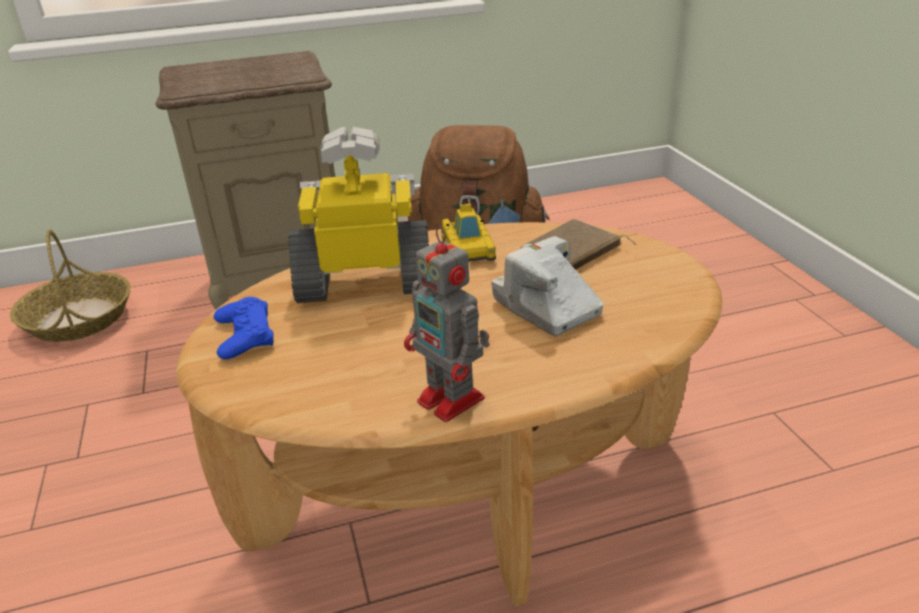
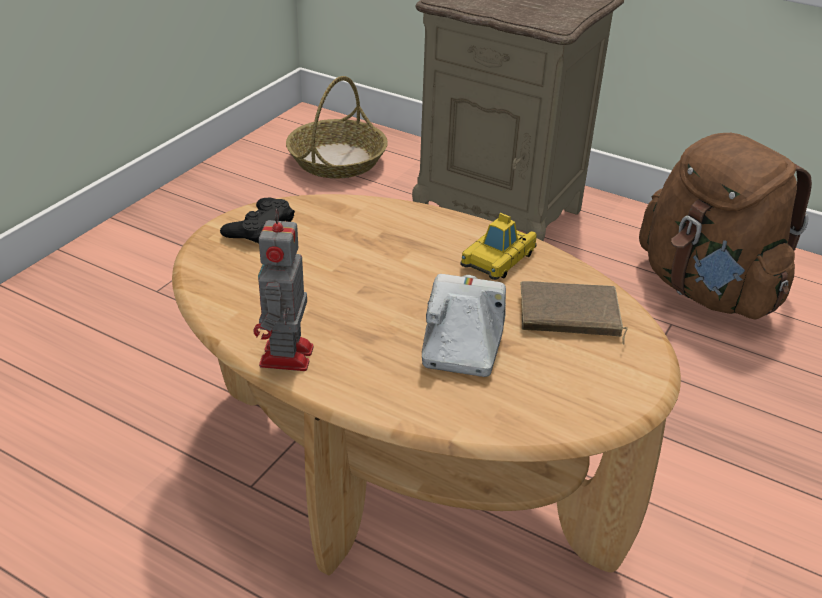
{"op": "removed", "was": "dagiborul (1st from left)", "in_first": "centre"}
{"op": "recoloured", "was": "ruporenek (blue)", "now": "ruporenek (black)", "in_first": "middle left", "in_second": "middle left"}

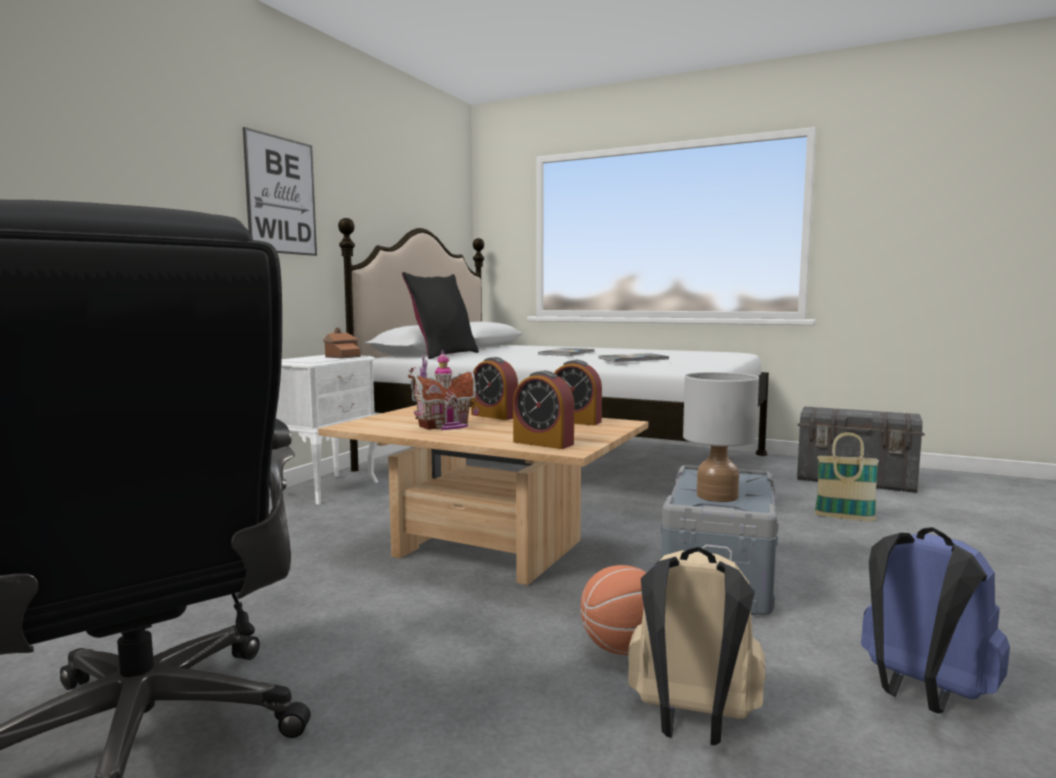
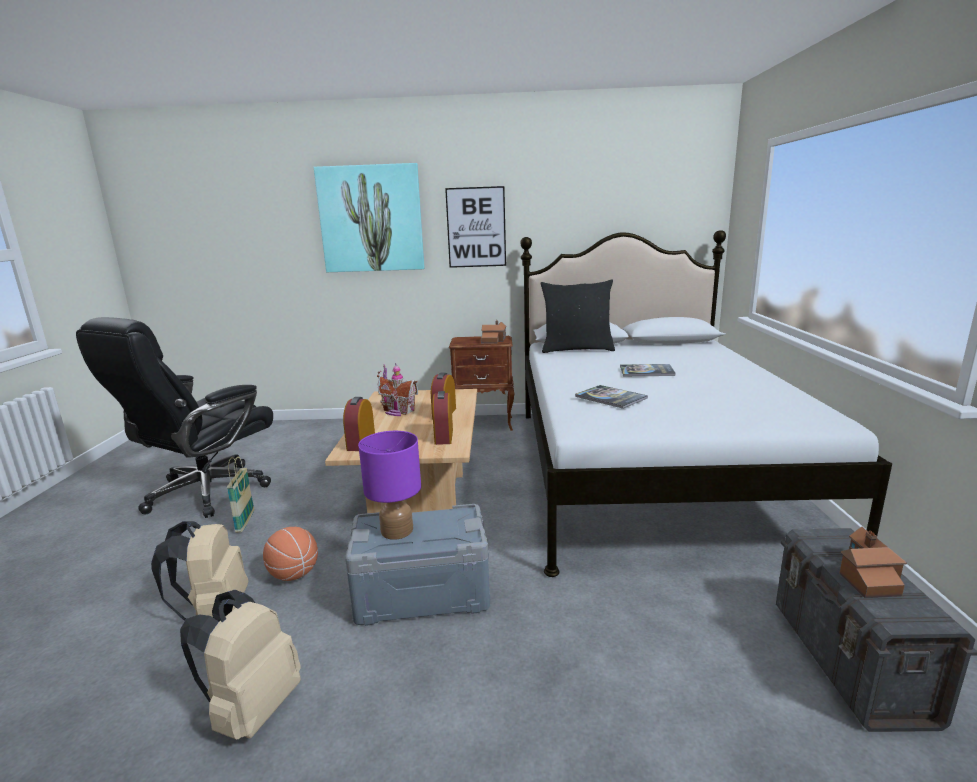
{"op": "recoloured", "was": "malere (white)", "now": "malere (brown)", "in_first": "middle left", "in_second": "centre"}
{"op": "recoloured", "was": "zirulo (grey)", "now": "zirulo (purple)", "in_first": "middle right", "in_second": "centre"}
{"op": "moved", "was": "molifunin", "in_first": "middle right", "in_second": "middle left"}
{"op": "recoloured", "was": "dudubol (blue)", "now": "dudubol (beige) (2nd from left)", "in_first": "bottom right", "in_second": "bottom left"}
{"op": "added", "now": "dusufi (1st from left)", "in_second": "top centre"}
{"op": "added", "now": "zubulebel (3rd from left)", "in_second": "bottom right"}

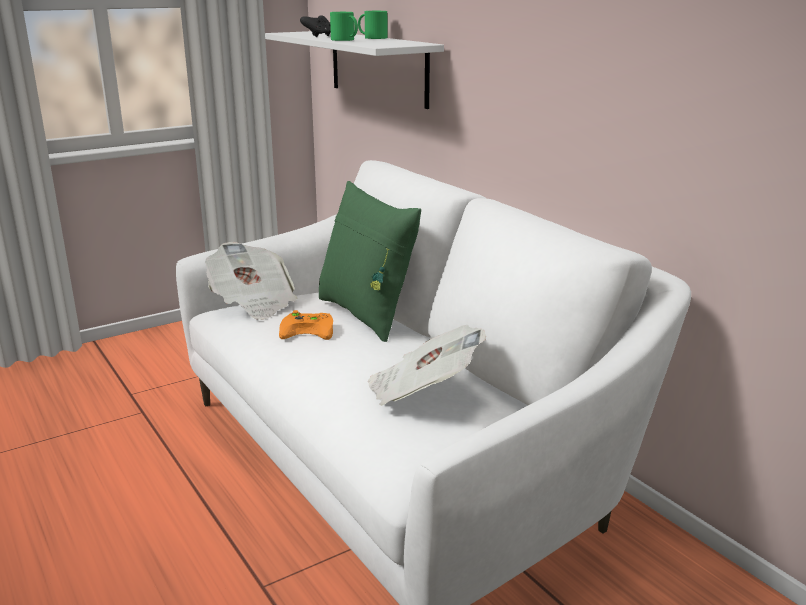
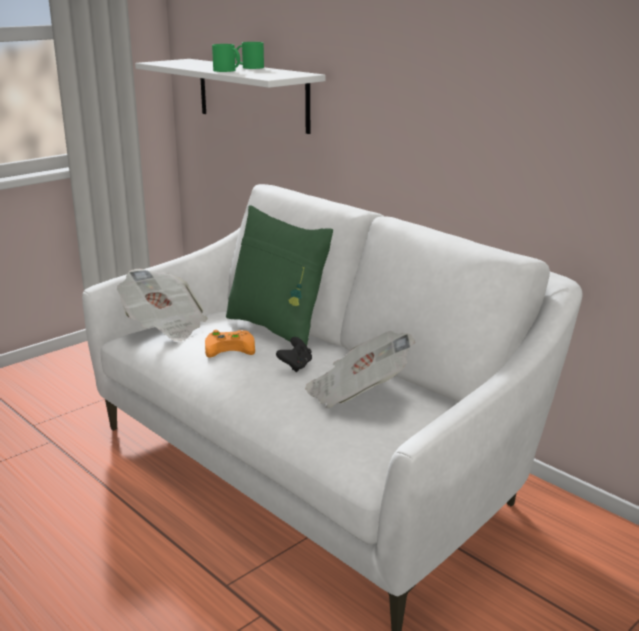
{"op": "moved", "was": "ruporenek (black)", "in_first": "top centre", "in_second": "centre"}

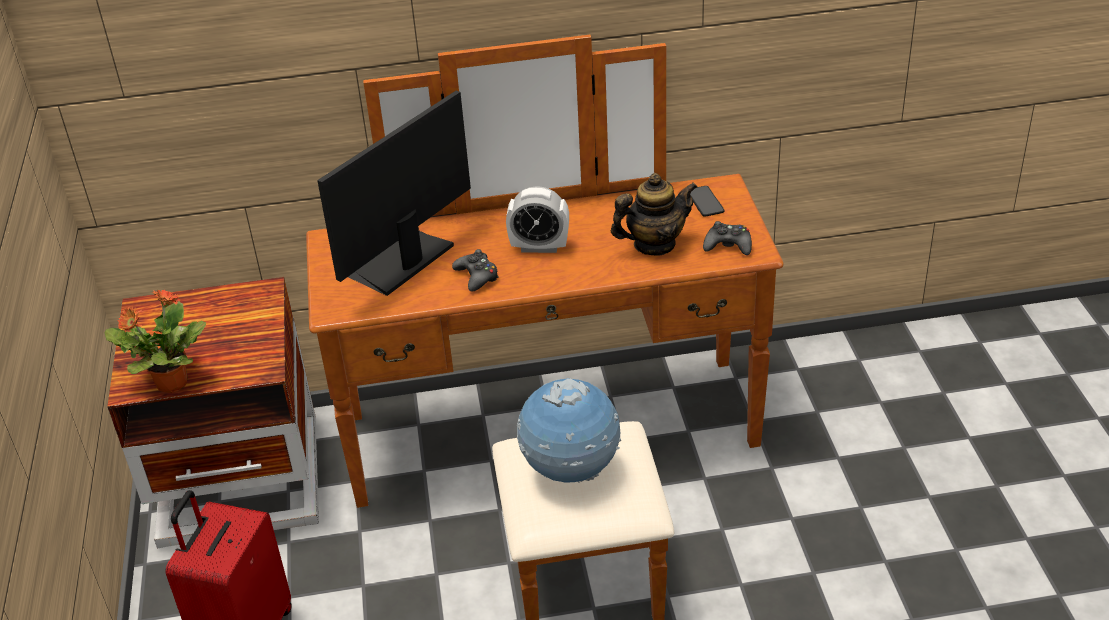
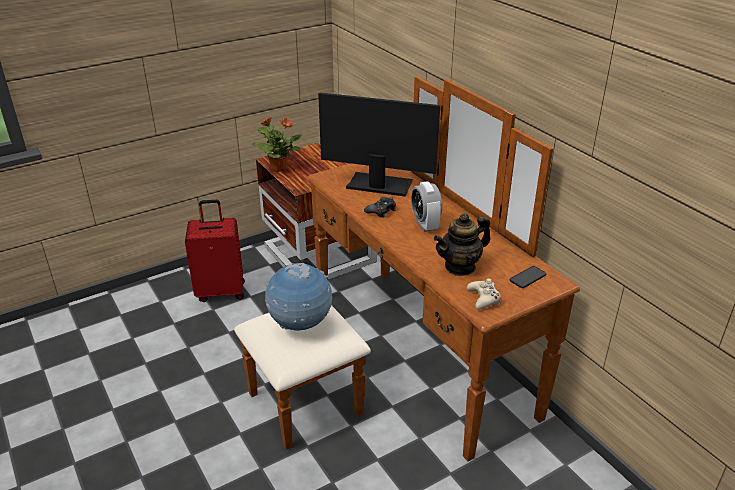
{"op": "turned", "was": "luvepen", "in_first": "centre", "in_second": "centre", "clockwise": 105}
{"op": "recoloured", "was": "ruporenek (black) (2nd from left)", "now": "ruporenek (beige)", "in_first": "centre", "in_second": "centre"}

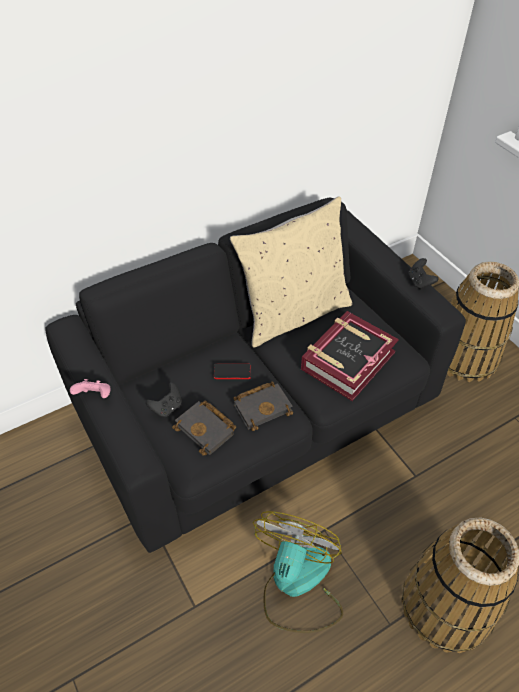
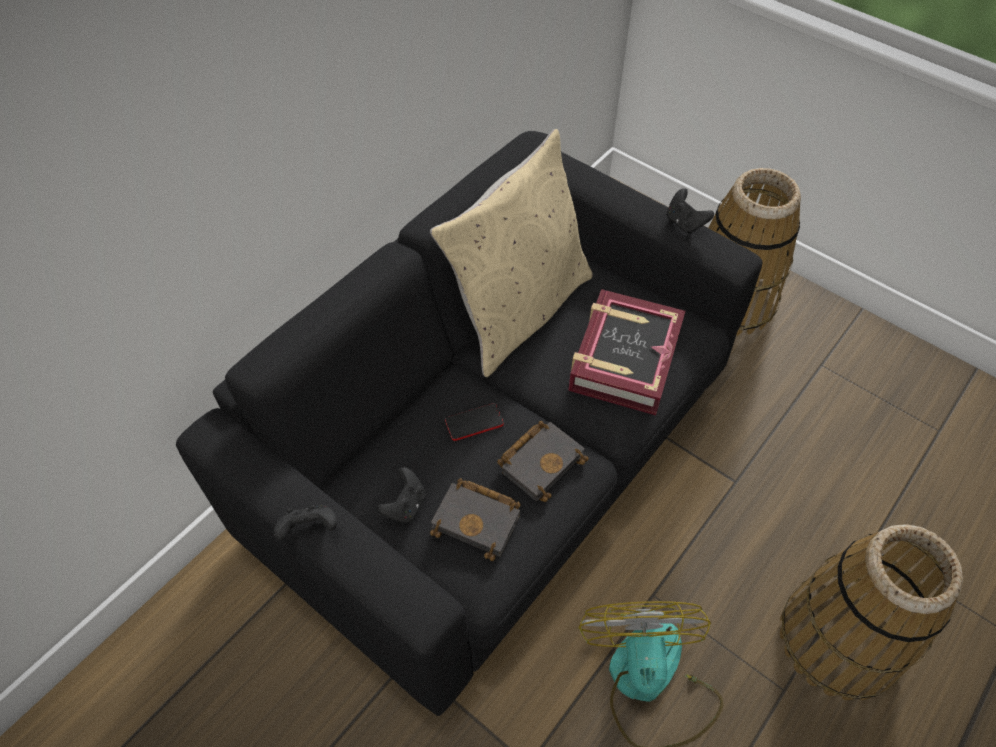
{"op": "recoloured", "was": "ruporenek (pink)", "now": "ruporenek (black) (1st from left)", "in_first": "middle left", "in_second": "bottom left"}

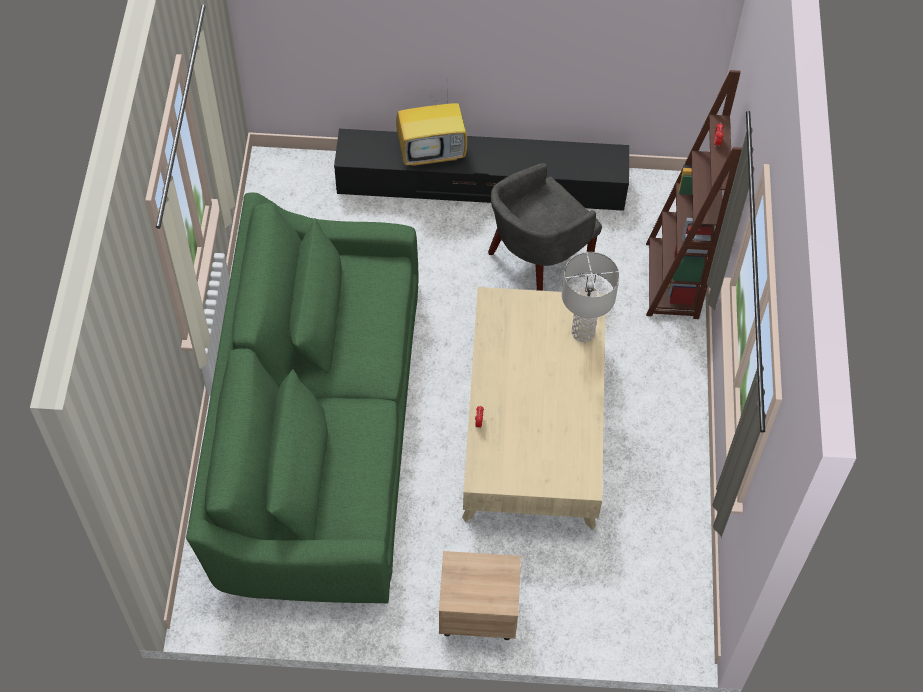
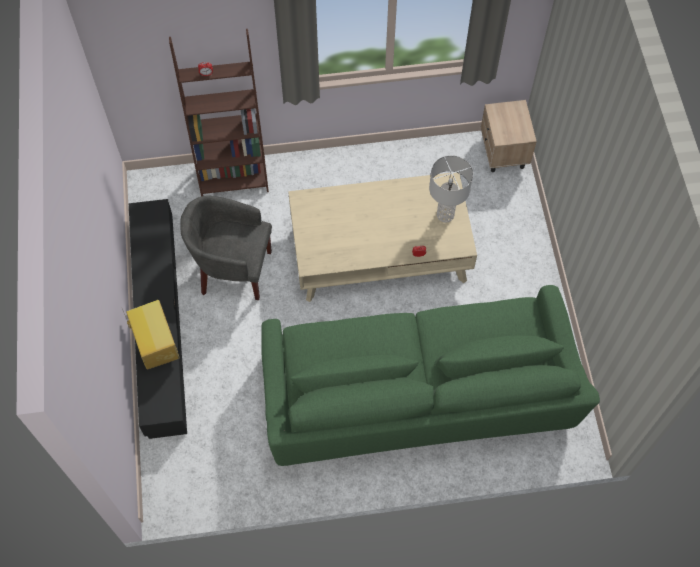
{"op": "turned", "was": "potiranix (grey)", "in_first": "top centre", "in_second": "middle left", "clockwise": 150}
{"op": "moved", "was": "zirulo (white)", "in_first": "centre", "in_second": "top centre"}
{"op": "moved", "was": "malere (beige)", "in_first": "bottom centre", "in_second": "top right"}

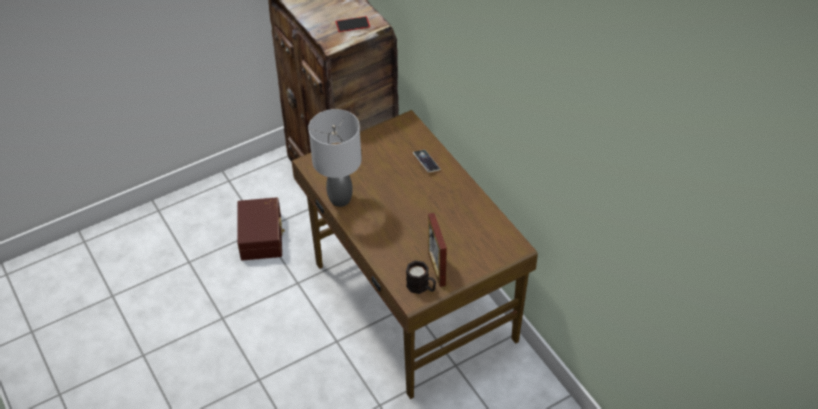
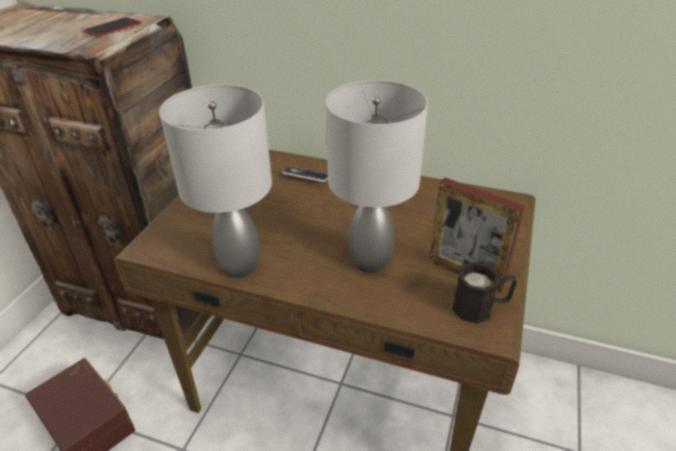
{"op": "added", "now": "zirulo (grey) (2nd from left)", "in_second": "centre"}

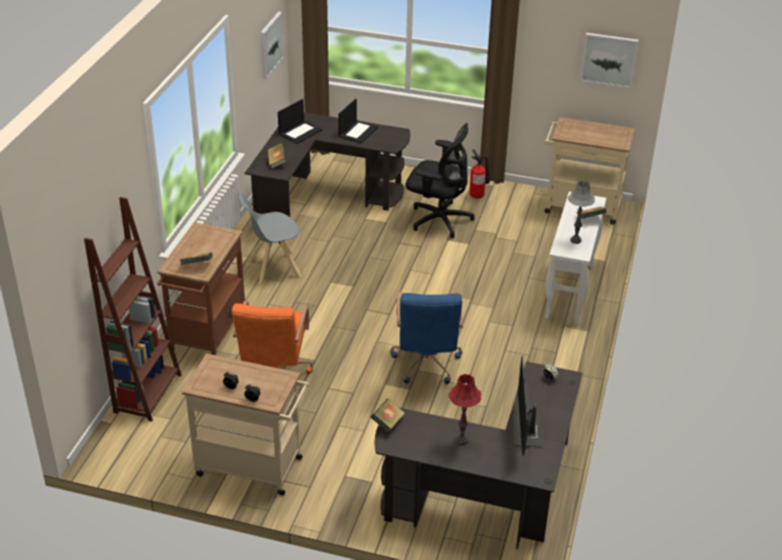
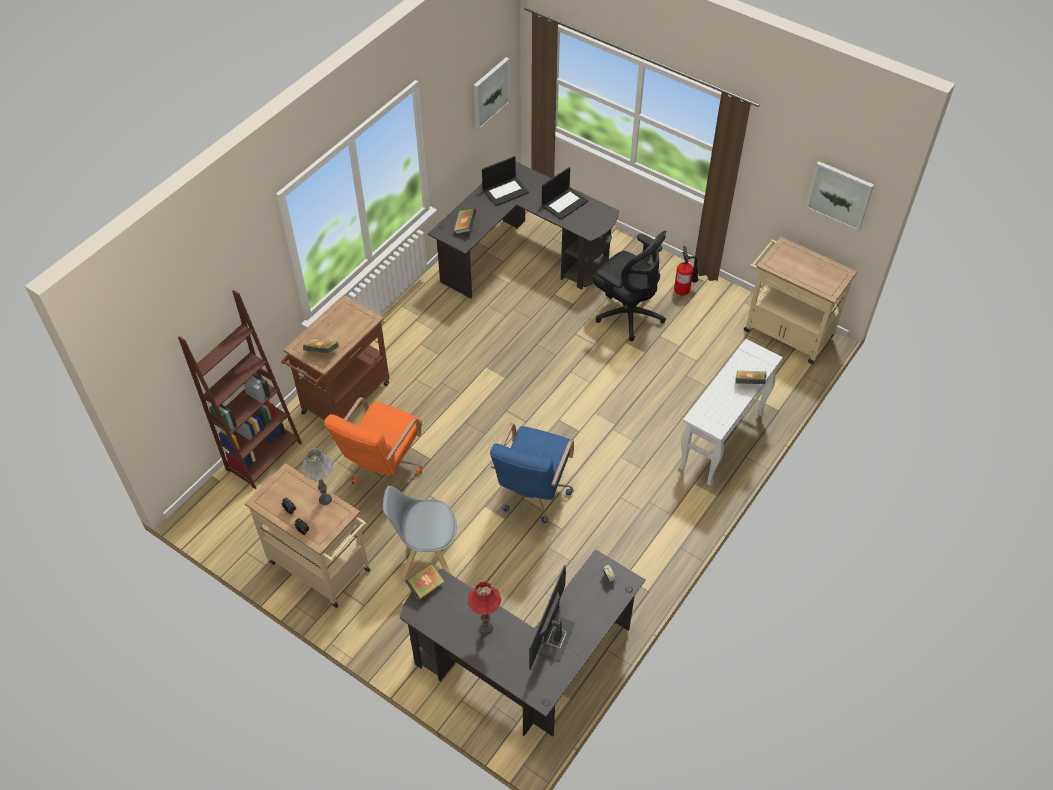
{"op": "moved", "was": "zirulo (grey)", "in_first": "middle right", "in_second": "middle left"}
{"op": "moved", "was": "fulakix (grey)", "in_first": "centre", "in_second": "bottom centre"}

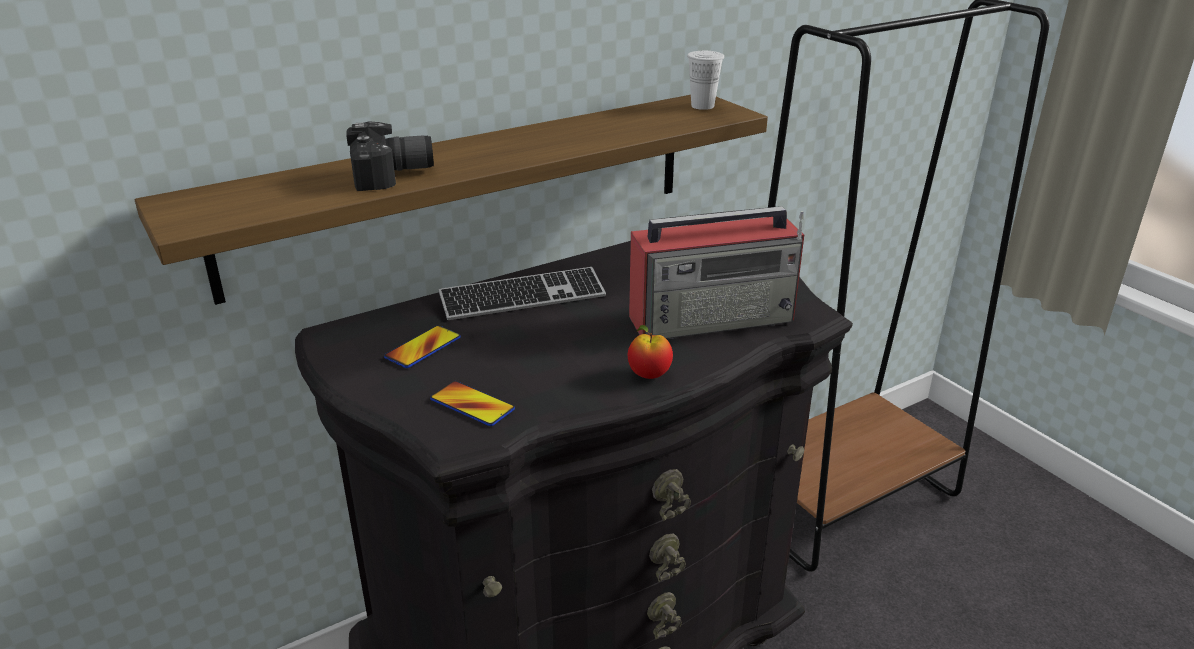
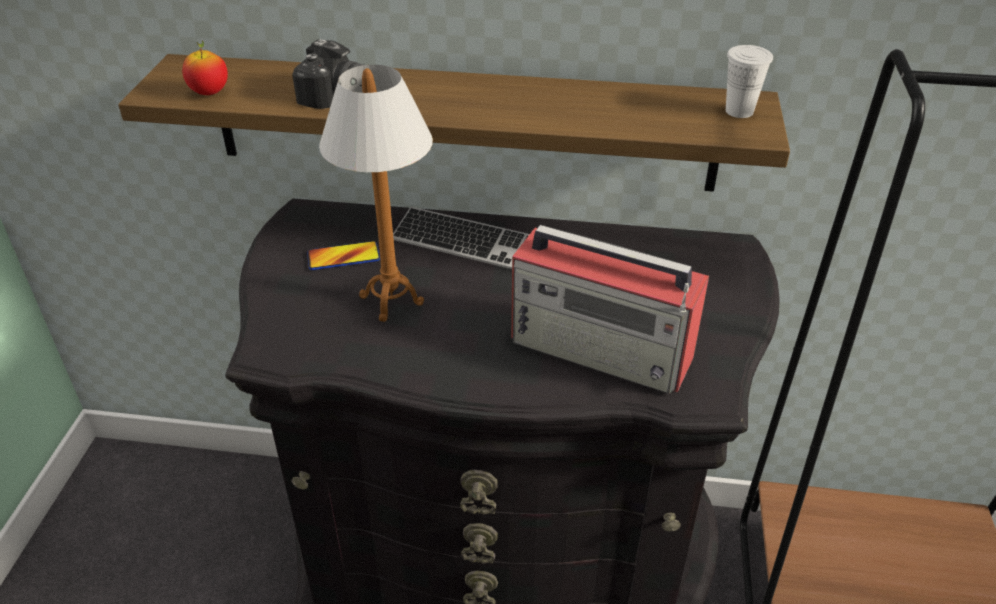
{"op": "moved", "was": "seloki", "in_first": "centre", "in_second": "top left"}
{"op": "removed", "was": "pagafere (2nd from left)", "in_first": "centre"}
{"op": "added", "now": "zirulo", "in_second": "top centre"}

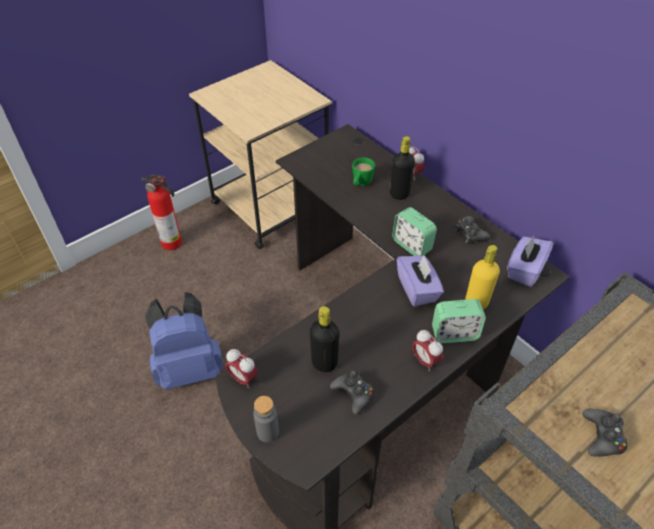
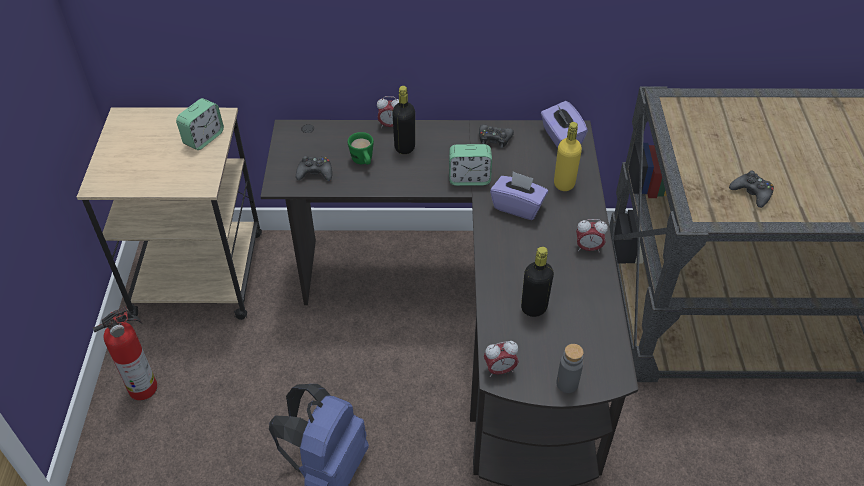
{"op": "moved", "was": "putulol (5th from left in the first image)", "now": "putulol (1st from left)", "in_first": "middle right", "in_second": "top left"}
{"op": "moved", "was": "ruporenek (black) (1st from left)", "in_first": "bottom centre", "in_second": "centre"}

